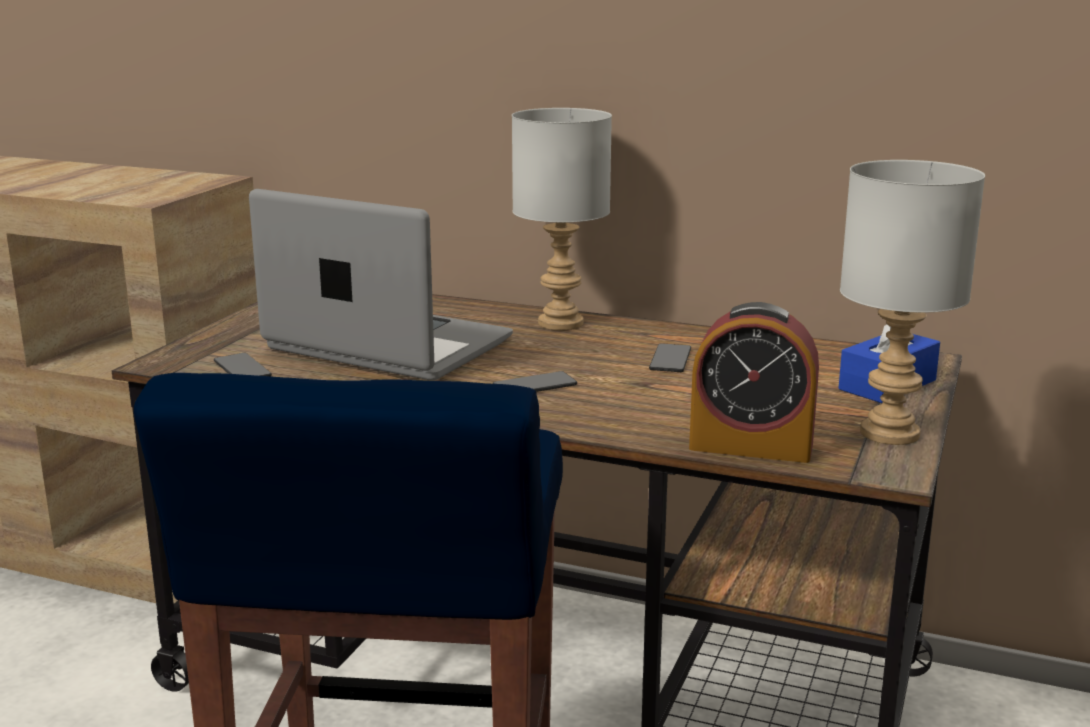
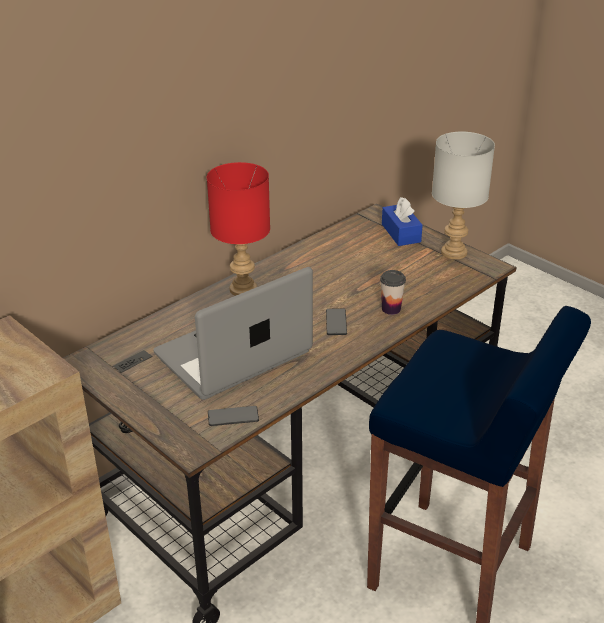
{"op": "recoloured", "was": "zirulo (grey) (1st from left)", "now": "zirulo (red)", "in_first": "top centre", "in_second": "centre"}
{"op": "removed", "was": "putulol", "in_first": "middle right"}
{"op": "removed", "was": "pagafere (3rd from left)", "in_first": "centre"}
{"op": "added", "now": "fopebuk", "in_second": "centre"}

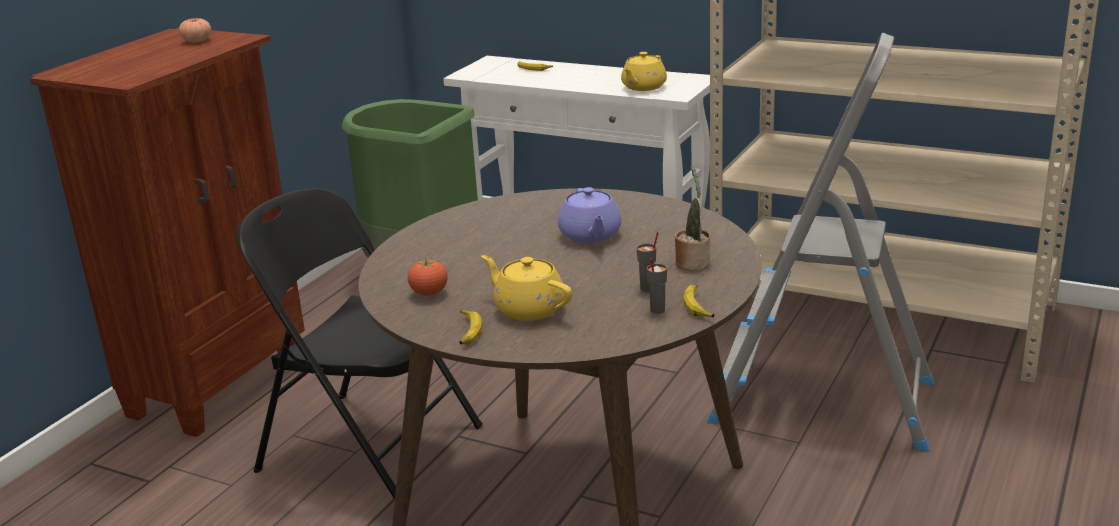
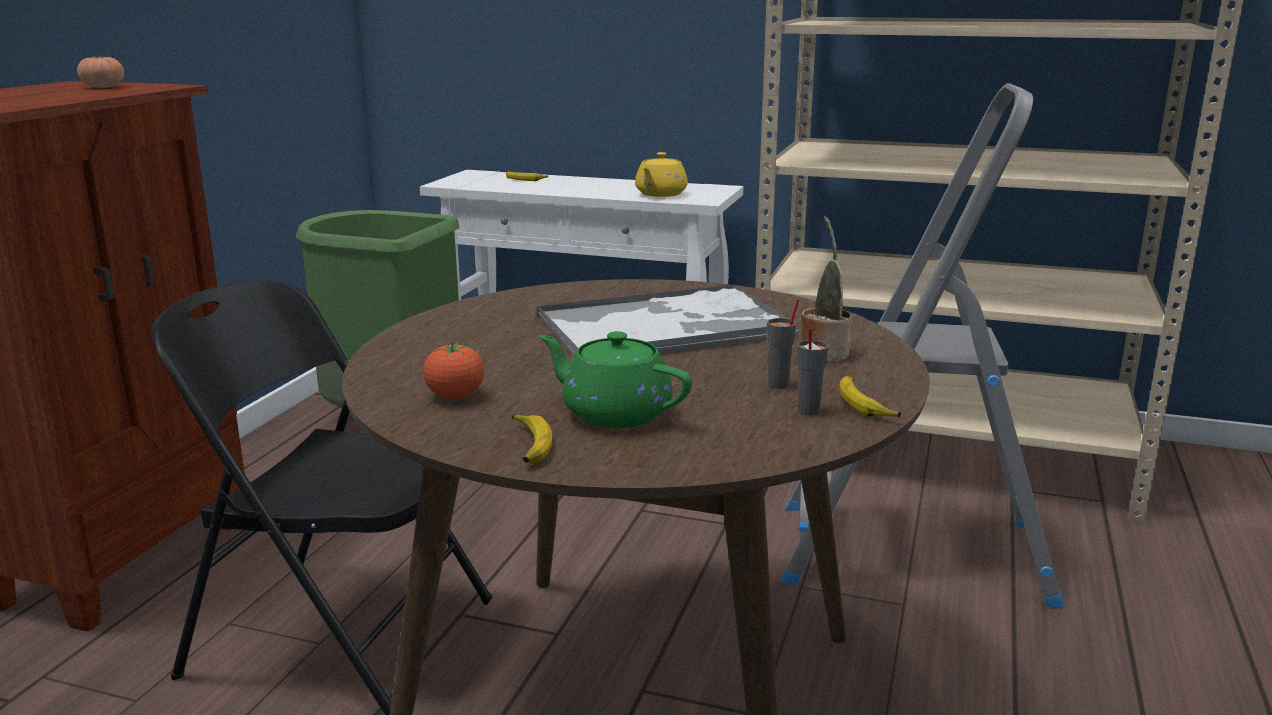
{"op": "replaced", "was": "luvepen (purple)", "now": "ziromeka", "in_first": "centre", "in_second": "centre"}
{"op": "recoloured", "was": "luvepen (yellow) (1st from left)", "now": "luvepen (green)", "in_first": "centre", "in_second": "centre"}

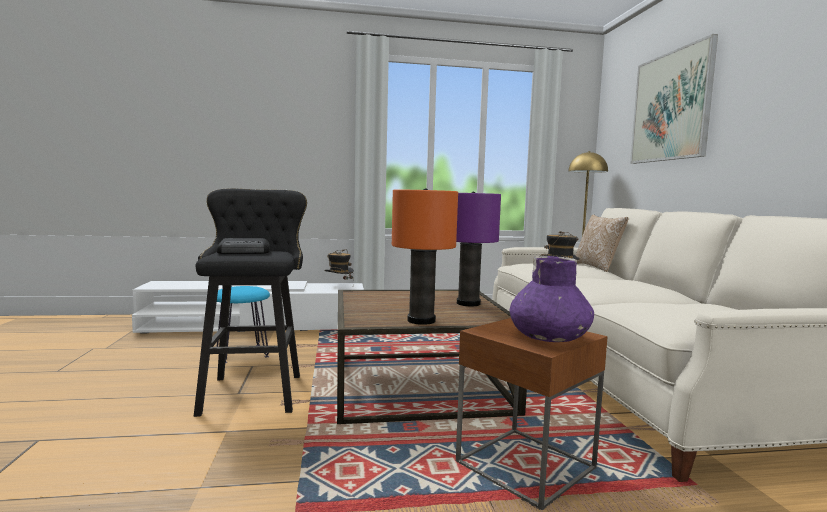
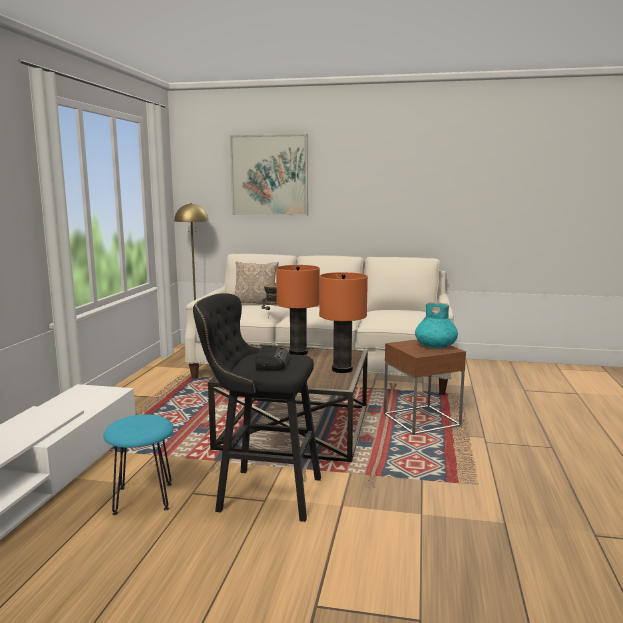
{"op": "recoloured", "was": "zirulo (purple)", "now": "zirulo (orange) (1st from left)", "in_first": "centre", "in_second": "centre"}
{"op": "removed", "was": "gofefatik (1st from left)", "in_first": "centre"}
{"op": "recoloured", "was": "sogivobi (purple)", "now": "sogivobi (turquoise)", "in_first": "middle right", "in_second": "middle right"}

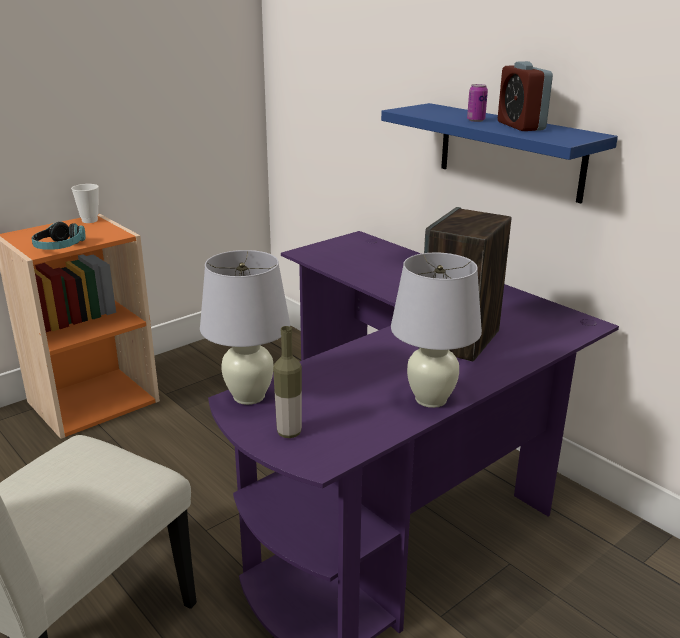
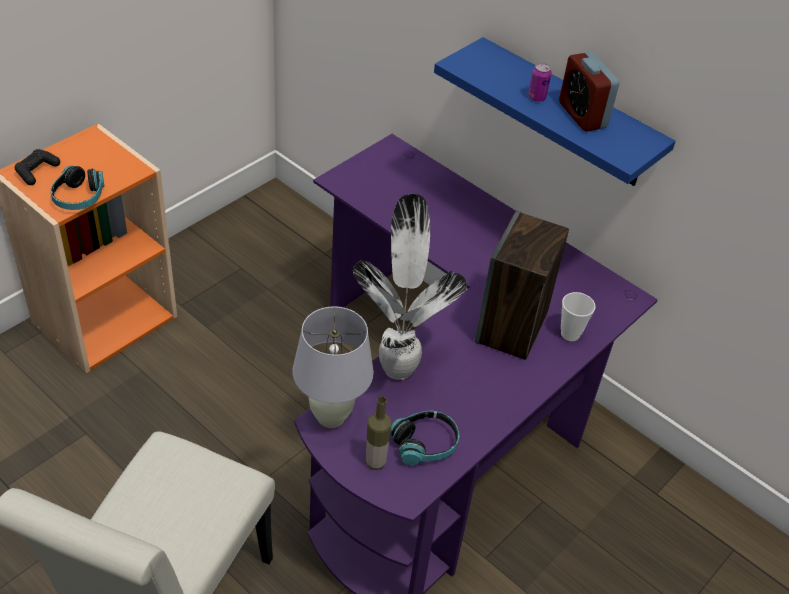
{"op": "moved", "was": "fopebuk", "in_first": "top left", "in_second": "middle right"}
{"op": "removed", "was": "zirulo (white) (2nd from left)", "in_first": "centre"}
{"op": "added", "now": "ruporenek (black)", "in_second": "top left"}
{"op": "added", "now": "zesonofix", "in_second": "centre"}
{"op": "added", "now": "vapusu (2nd from left)", "in_second": "bottom centre"}

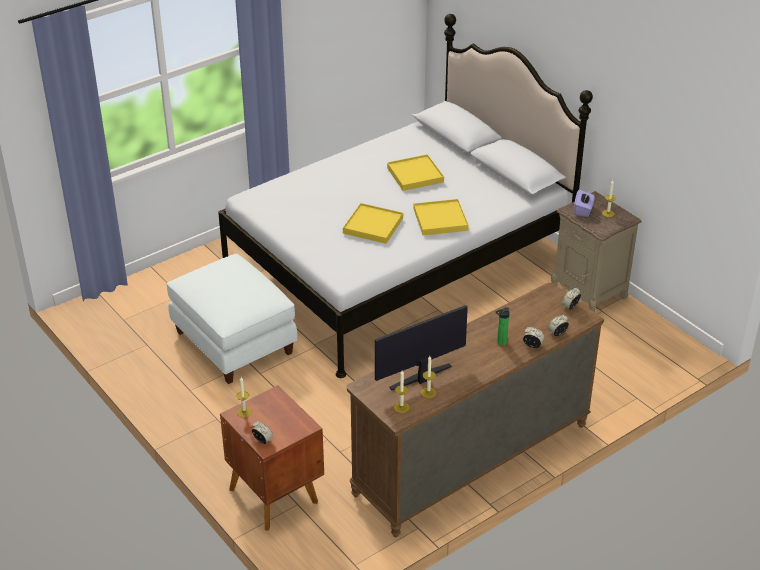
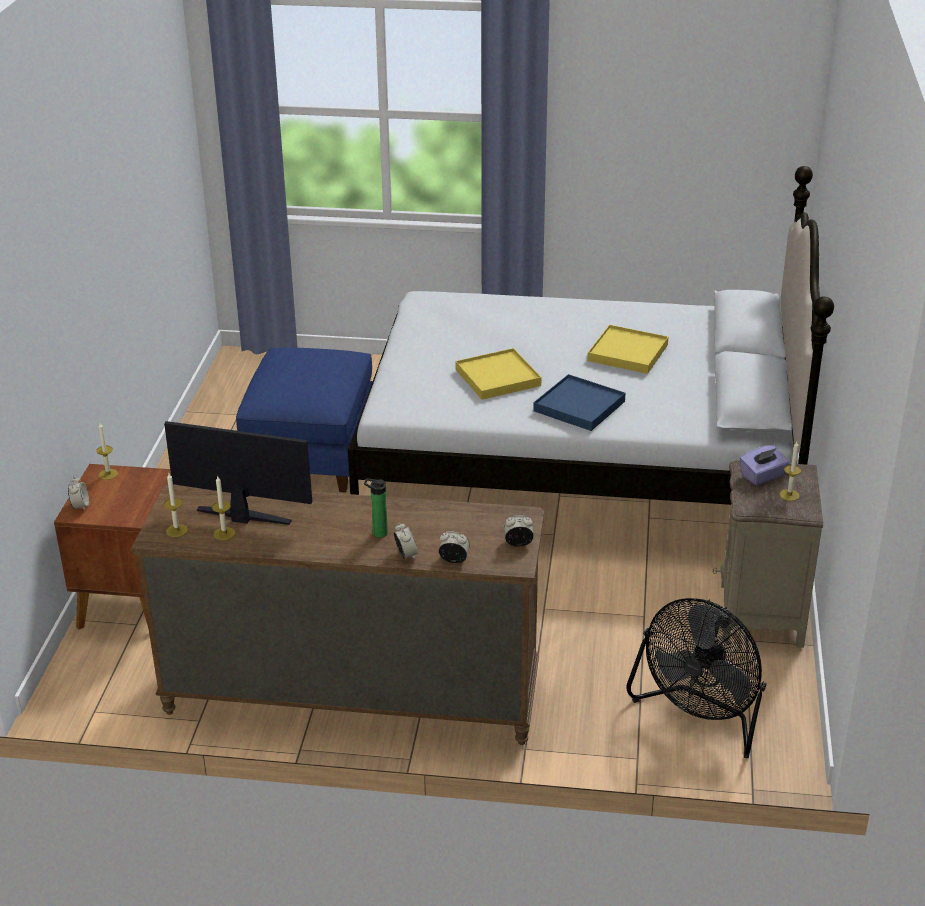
{"op": "recoloured", "was": "ziromeka (yellow) (3rd from left)", "now": "ziromeka (blue)", "in_first": "centre", "in_second": "centre"}
{"op": "recoloured", "was": "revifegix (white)", "now": "revifegix (blue)", "in_first": "middle left", "in_second": "middle left"}
{"op": "added", "now": "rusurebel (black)", "in_second": "bottom right"}

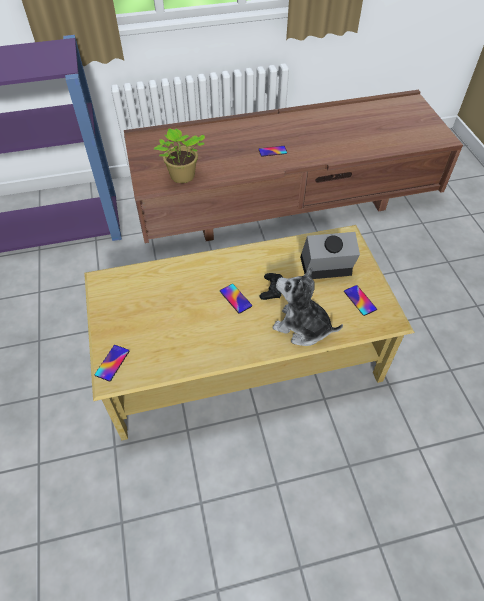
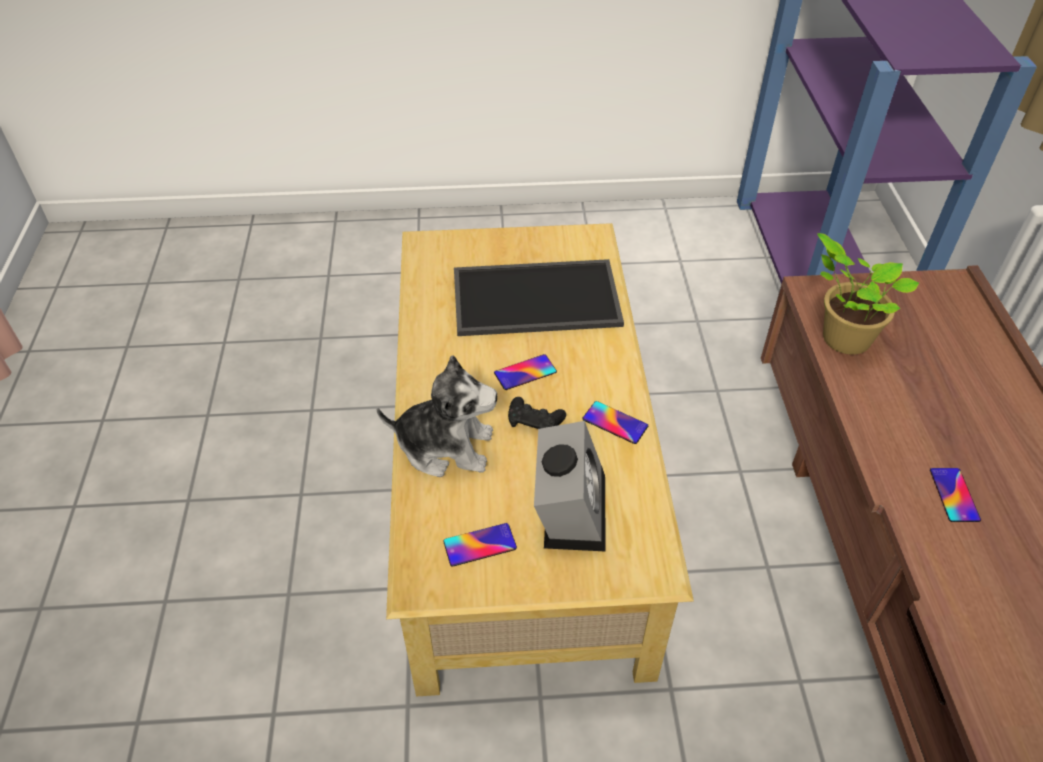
{"op": "turned", "was": "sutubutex", "in_first": "centre", "in_second": "centre", "clockwise": 60}
{"op": "moved", "was": "pagafere (1st from left in the first image)", "now": "pagafere (3rd from left)", "in_first": "middle left", "in_second": "centre"}
{"op": "added", "now": "ziromeka", "in_second": "centre"}

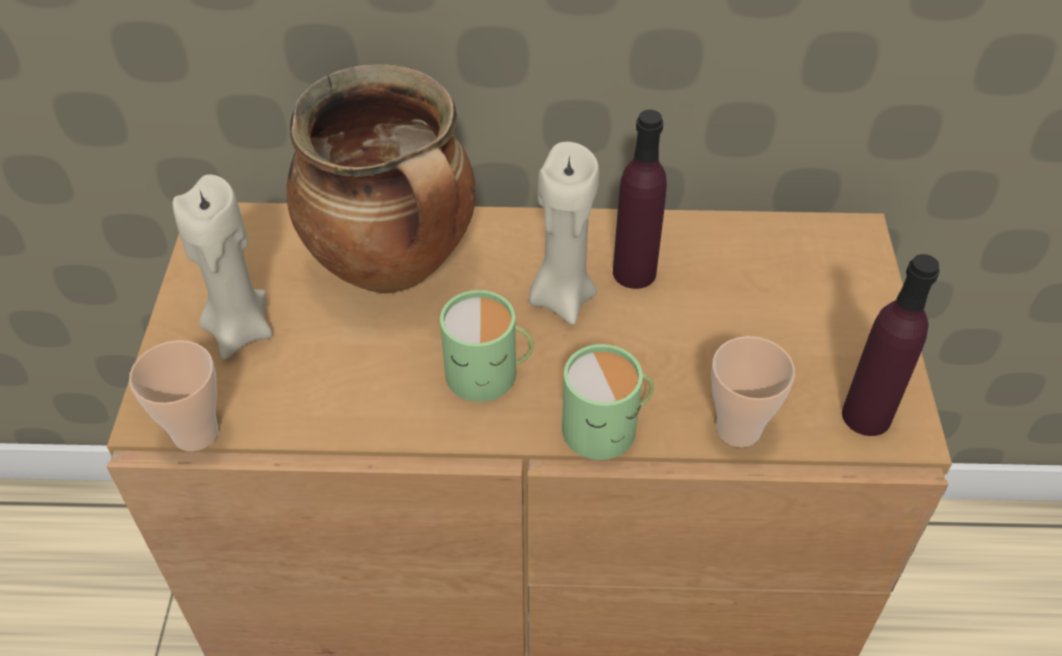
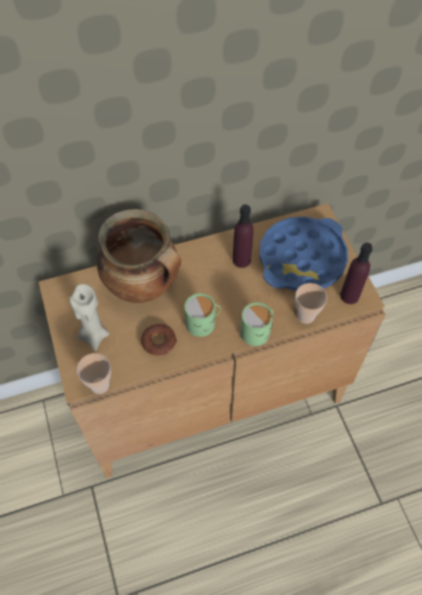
{"op": "removed", "was": "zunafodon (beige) (2nd from left)", "in_first": "centre"}
{"op": "added", "now": "ziromeka (blue)", "in_second": "middle right"}
{"op": "added", "now": "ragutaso", "in_second": "centre"}

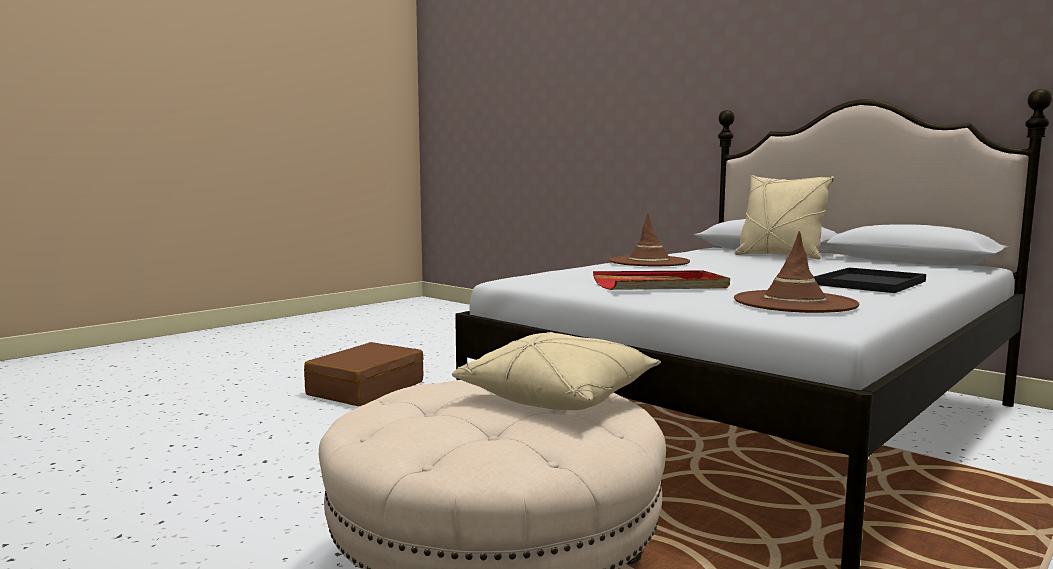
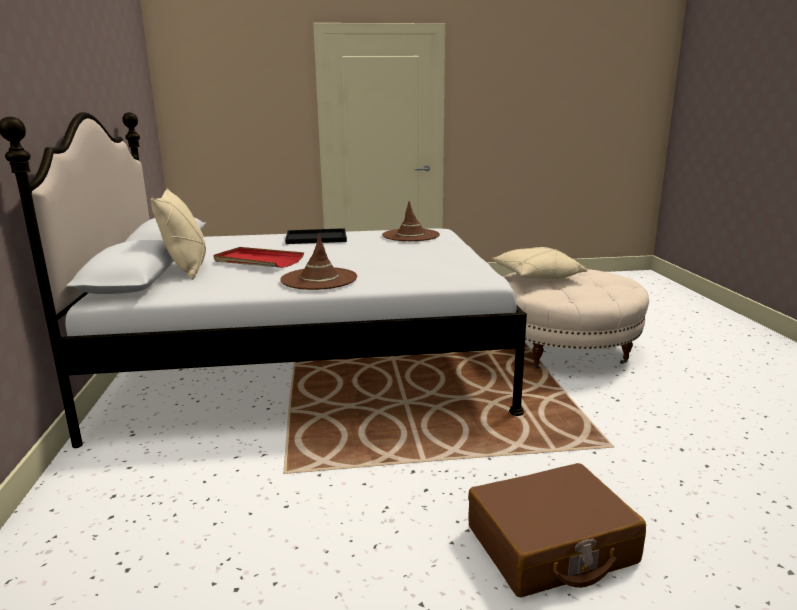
{"op": "moved", "was": "ziromeka (red)", "in_first": "centre", "in_second": "middle left"}

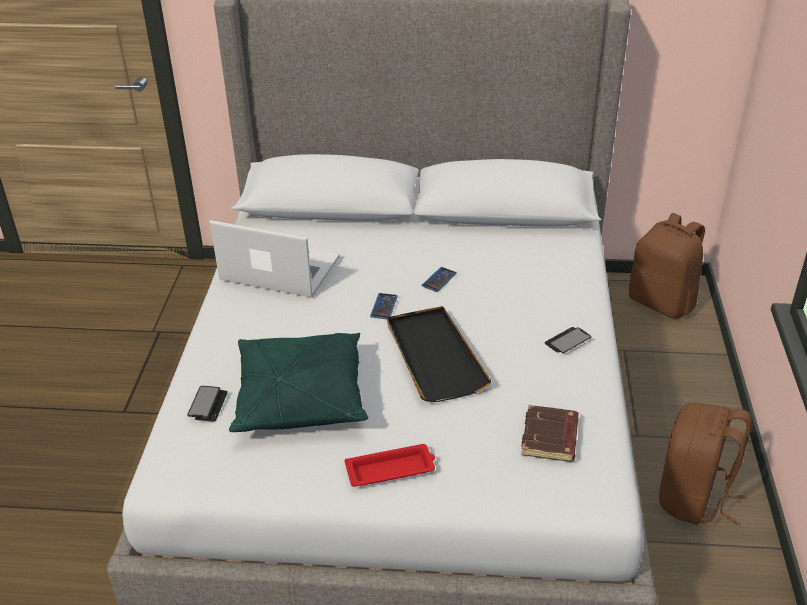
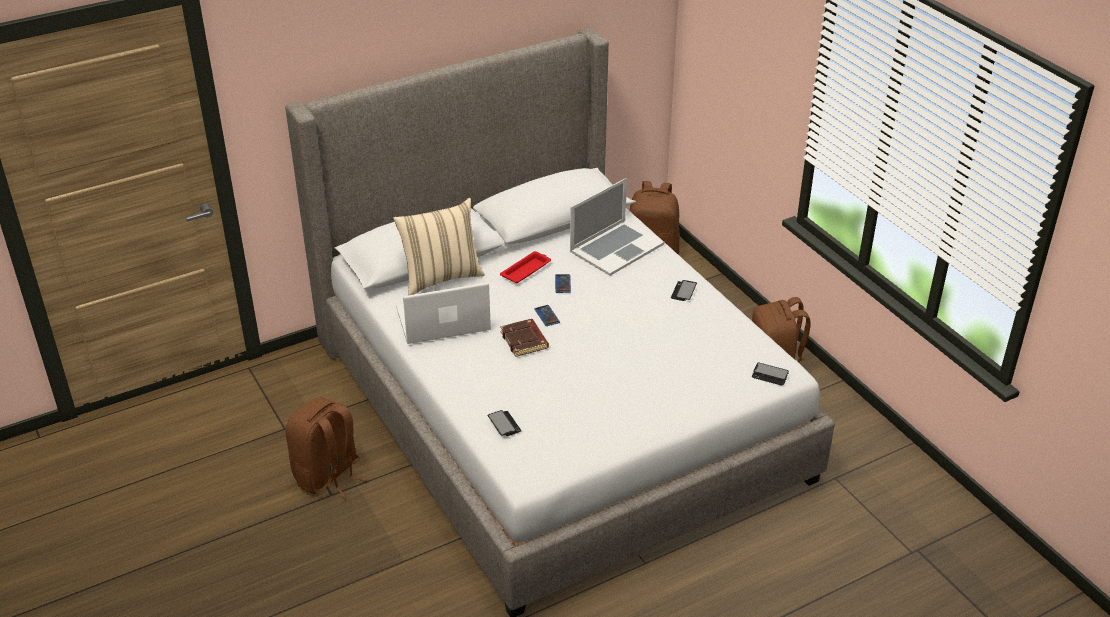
{"op": "removed", "was": "ziromeka (black)", "in_first": "centre"}
{"op": "removed", "was": "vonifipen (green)", "in_first": "centre"}
{"op": "moved", "was": "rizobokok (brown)", "in_first": "bottom right", "in_second": "centre"}
{"op": "moved", "was": "ziromeka (red)", "in_first": "bottom centre", "in_second": "centre"}
{"op": "added", "now": "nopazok (2nd from left)", "in_second": "centre"}
{"op": "added", "now": "vonifipen (beige)", "in_second": "centre"}
{"op": "added", "now": "pagafere (5th from left)", "in_second": "middle right"}
{"op": "added", "now": "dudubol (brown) (1st from left)", "in_second": "bottom left"}

